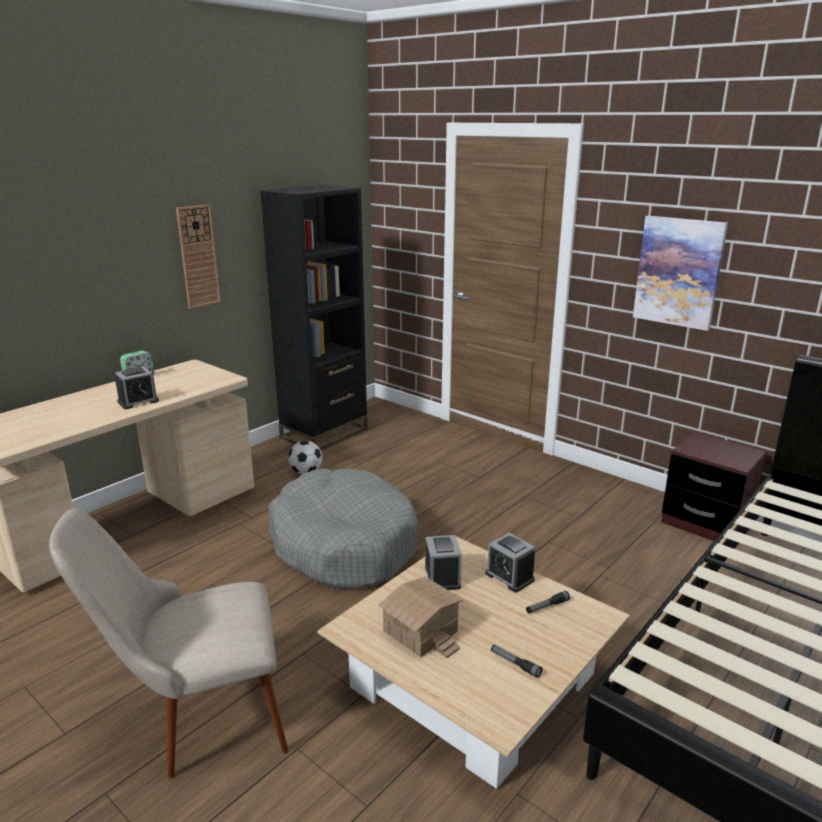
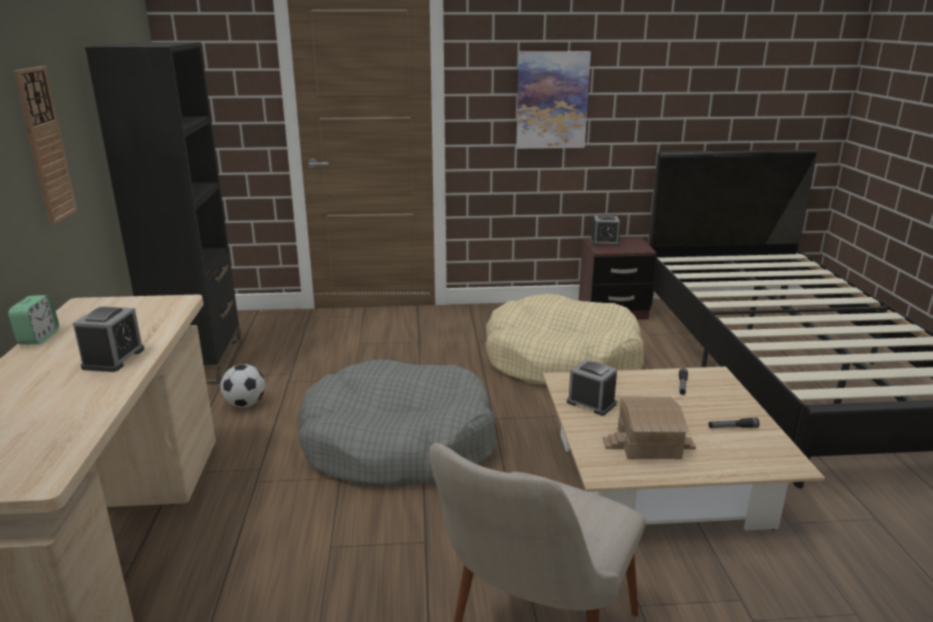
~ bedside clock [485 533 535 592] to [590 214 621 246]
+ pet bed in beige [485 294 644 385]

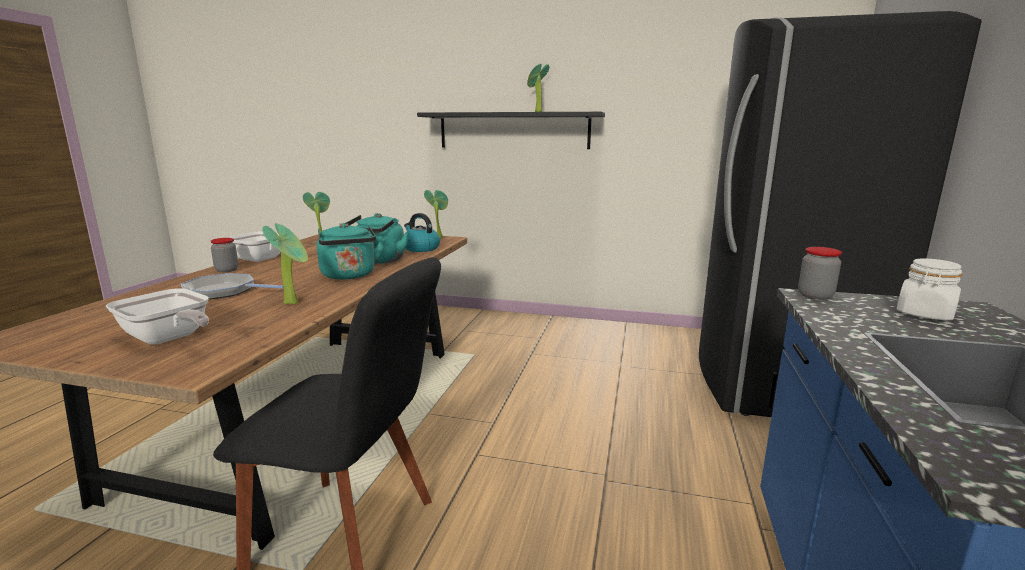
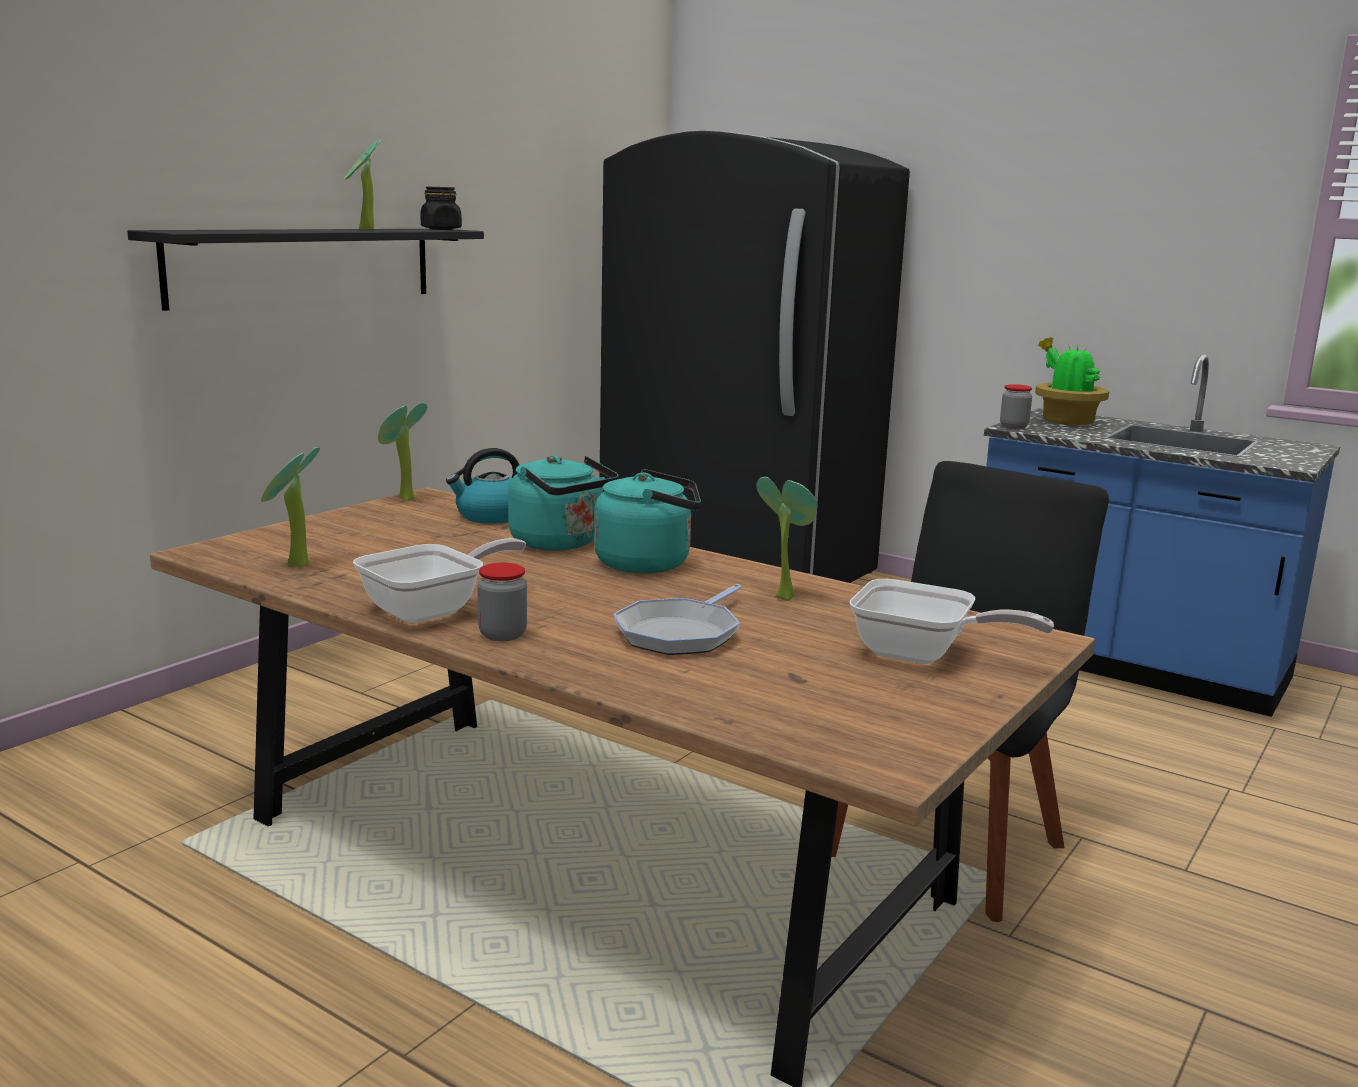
~ pan [106 288 209 345] = [849 579 1054 664] 60 degrees clockwise
~ preserve jar in whitish [897 258 962 320] to potted plant [1035 337 1109 426]
+ preserve jar in black [420 186 462 230]

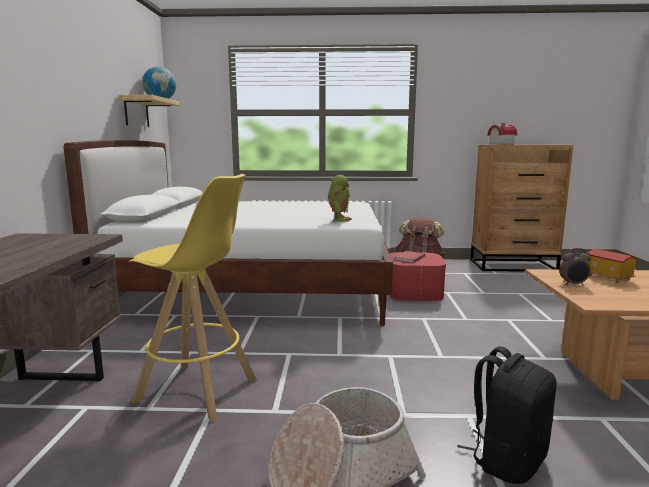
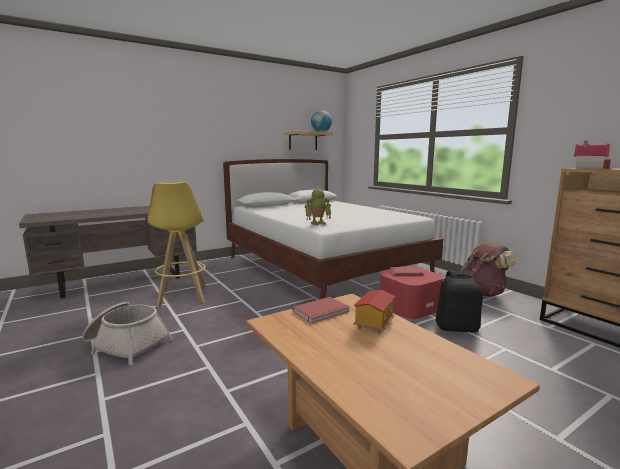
~ knapsack in black [457 346 557 484] to [436 271 483 333]
~ bedside clock [559 248 591 285] to bound book in reddish [292 297 350 324]

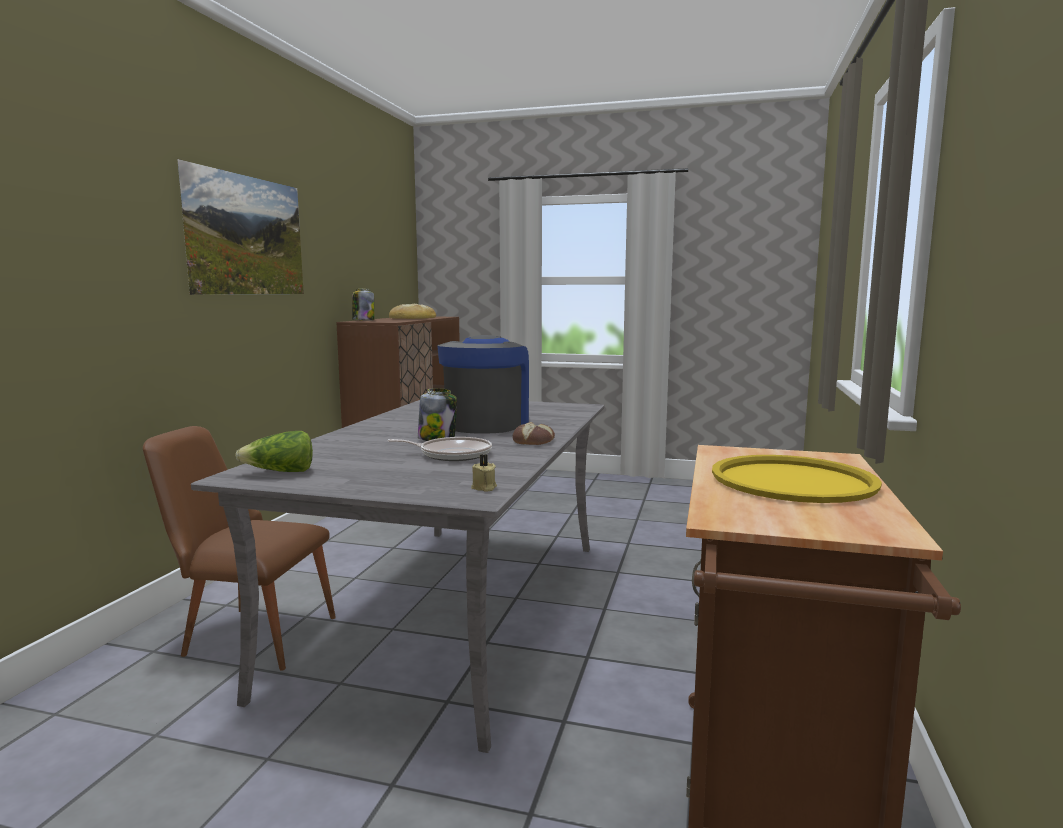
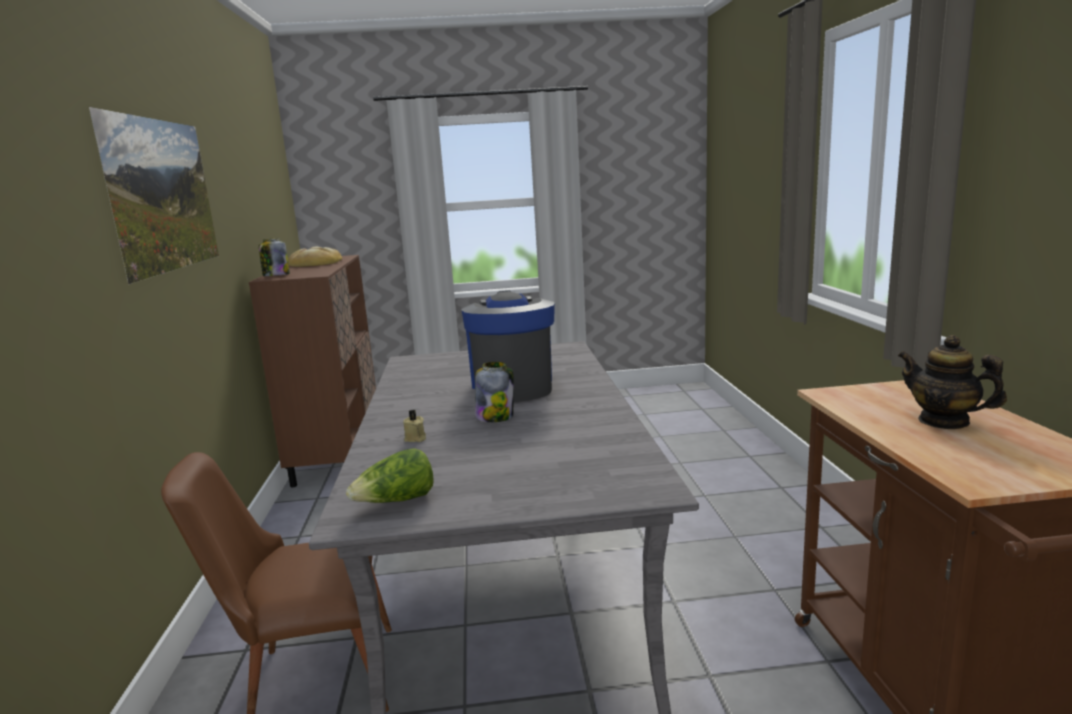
- pan [388 437 492 461]
~ wax candle in beige [471 454 497 492] to [403 410 426 442]
- bakery bread [512 422 555 445]
~ serving tray in yellow-coloured [712 455 882 503] to teapot [898 335 1007 429]

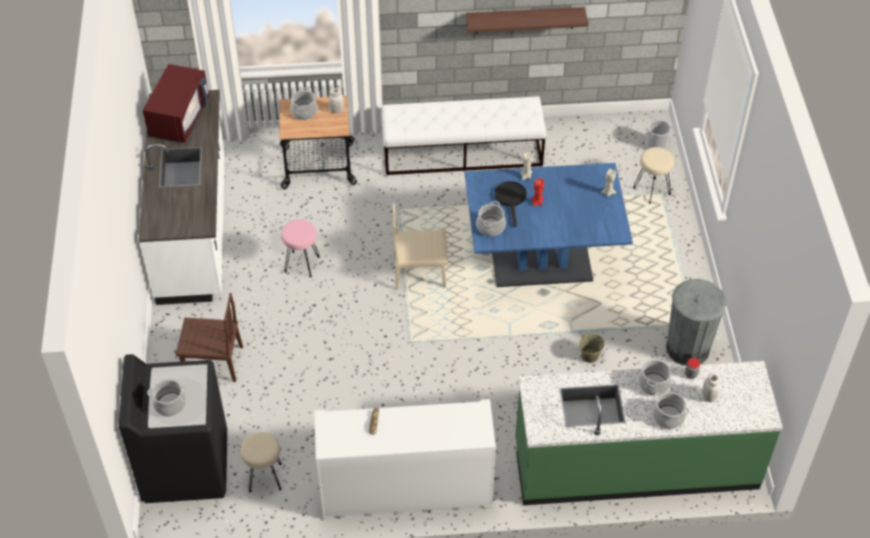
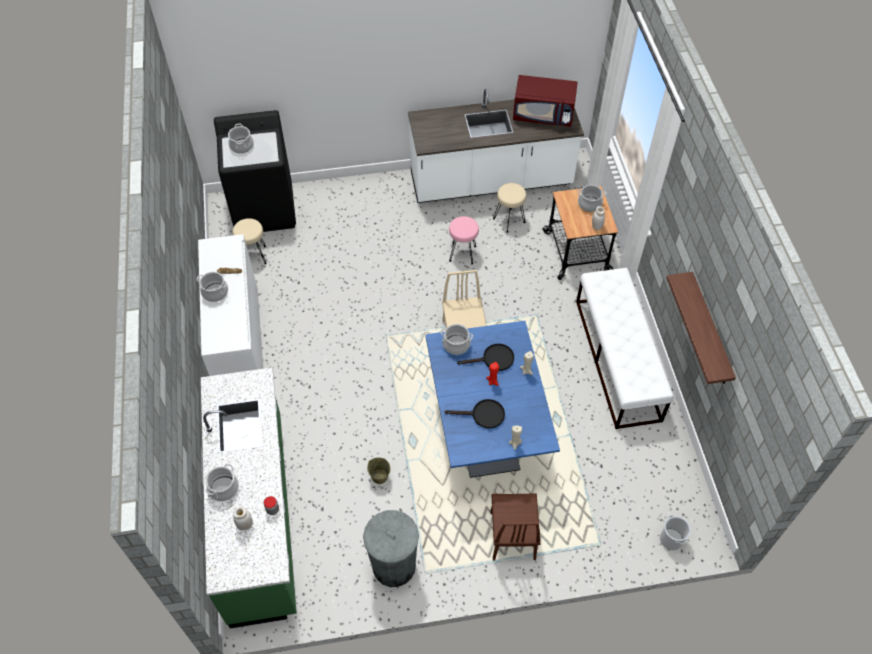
~ plain chair in brownish [176 294 243 382] to [491 493 540 560]
~ sitting stool in beige [633 147 674 204] to [493 183 526 233]
~ saucepot [638 356 671 396] to [197 272 228 302]
+ pan in black [445 399 505 429]

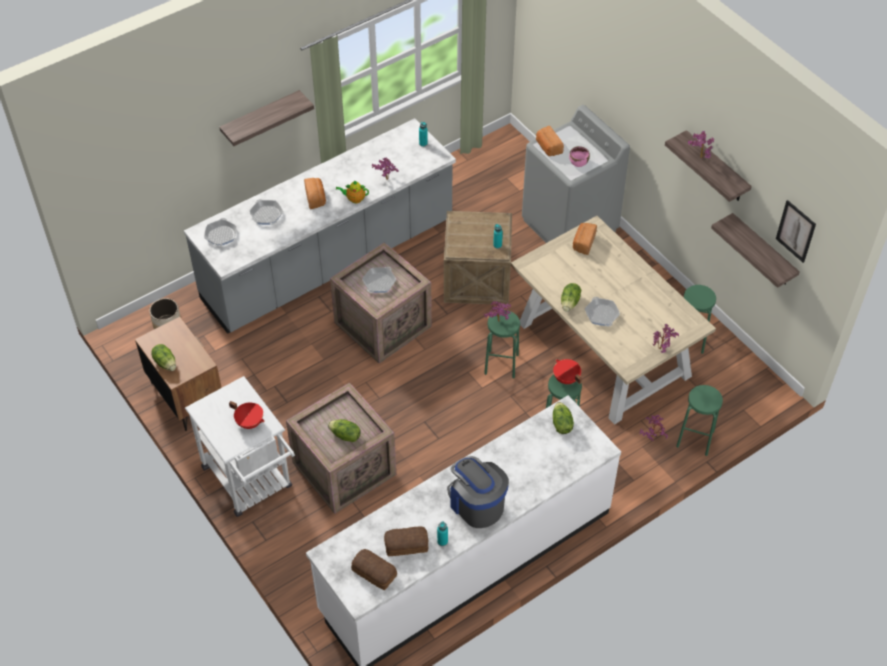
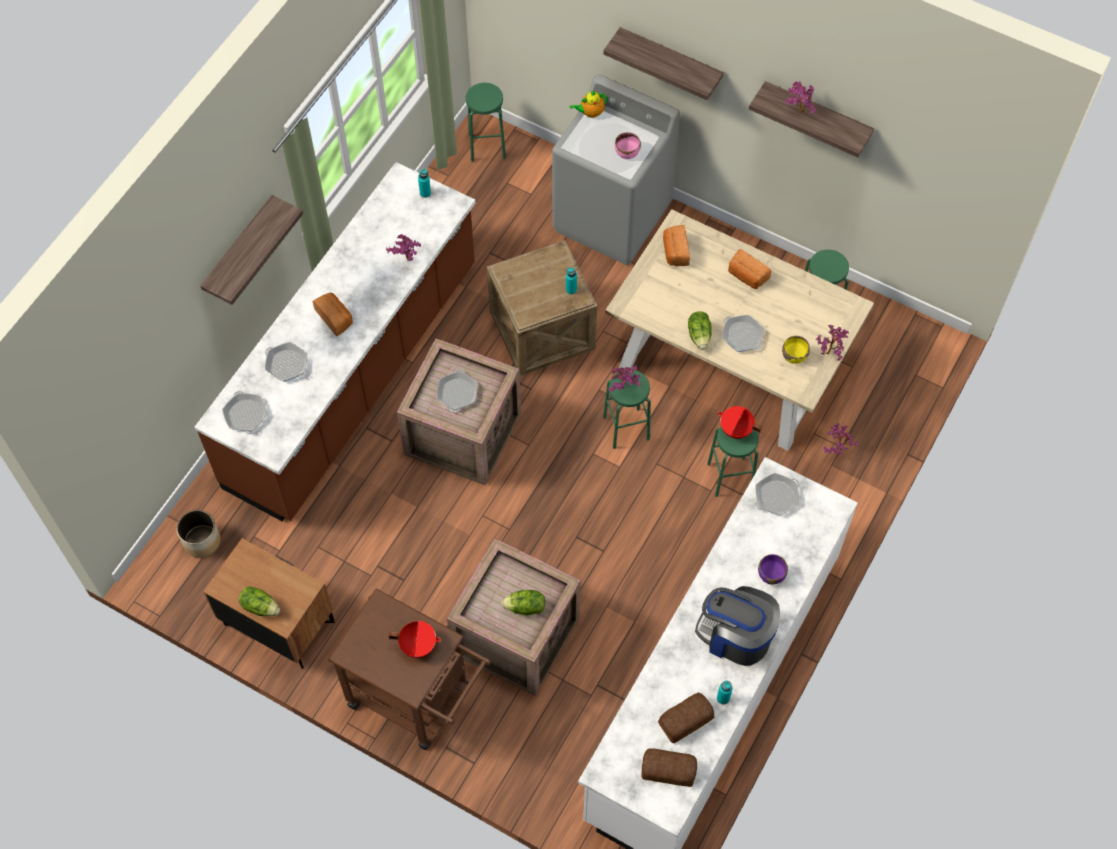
~ kitchen counter in gray [184 118 456 334] to kitchen counter in brownish [195 162 476 521]
~ wheeled cart in whitish [185 376 295 517] to wheeled cart in brownish [328 588 491 750]
~ teapot [336 181 369 203] to [570 91 608 118]
~ bakery bread [536 126 564 156] to [728 249 771 289]
~ lettuce [553 402 574 434] to pan [755 473 800 515]
~ sitting stool in green-coloured [676 385 723 456] to [466 83 506 162]
~ wall shelf [711 213 800 288] to [603 27 724 100]
- picture [776 200 816 263]
+ deep dish in purplish [758 554 788 585]
+ deep dish in yellow-coloured [782 336 810 364]

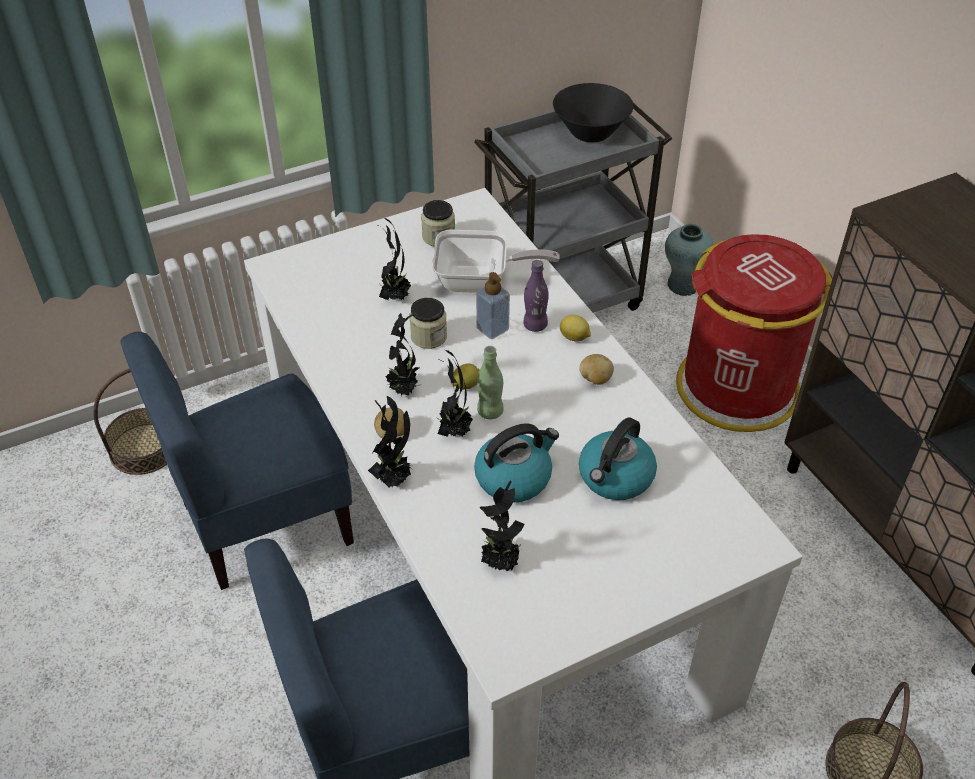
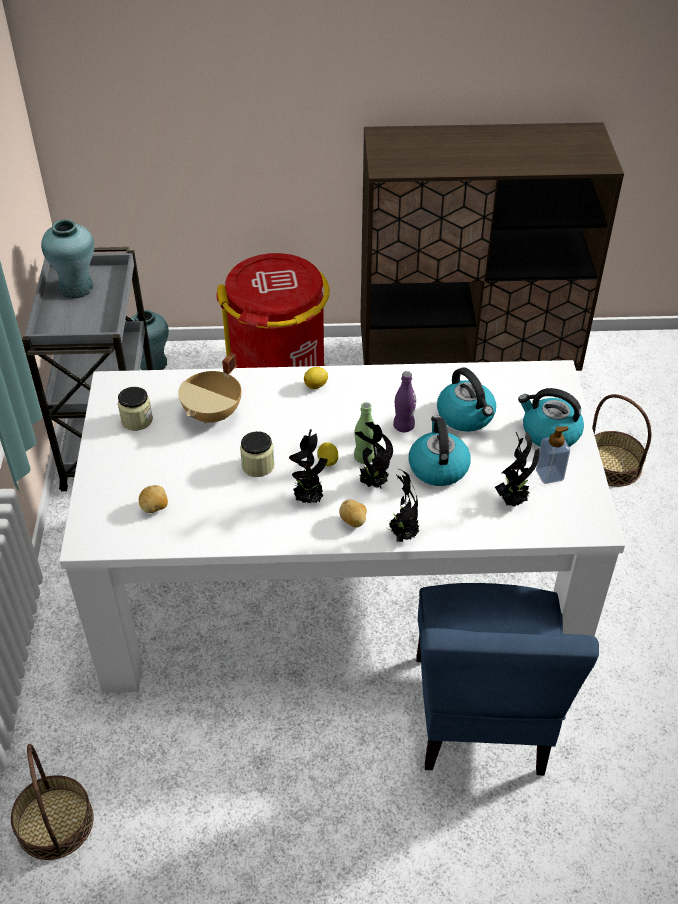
- plain chair in blue-coloured [120 332 354 590]
- potted plant [379 218 411 300]
~ pan [432 229 560 293] to saucepot in beige [178 352 242 424]
~ soap dispenser [476 272 510 339] to [536 426 570 484]
~ bottle in purplish [523 260 549 332] to [393 371 416 432]
~ deep dish in black [553 83 634 142] to decorative vase in turquoise [41 219 94 299]
~ whole potato [579 354 614 385] to [139 485 168 513]
+ tea kettle [518 388 584 447]

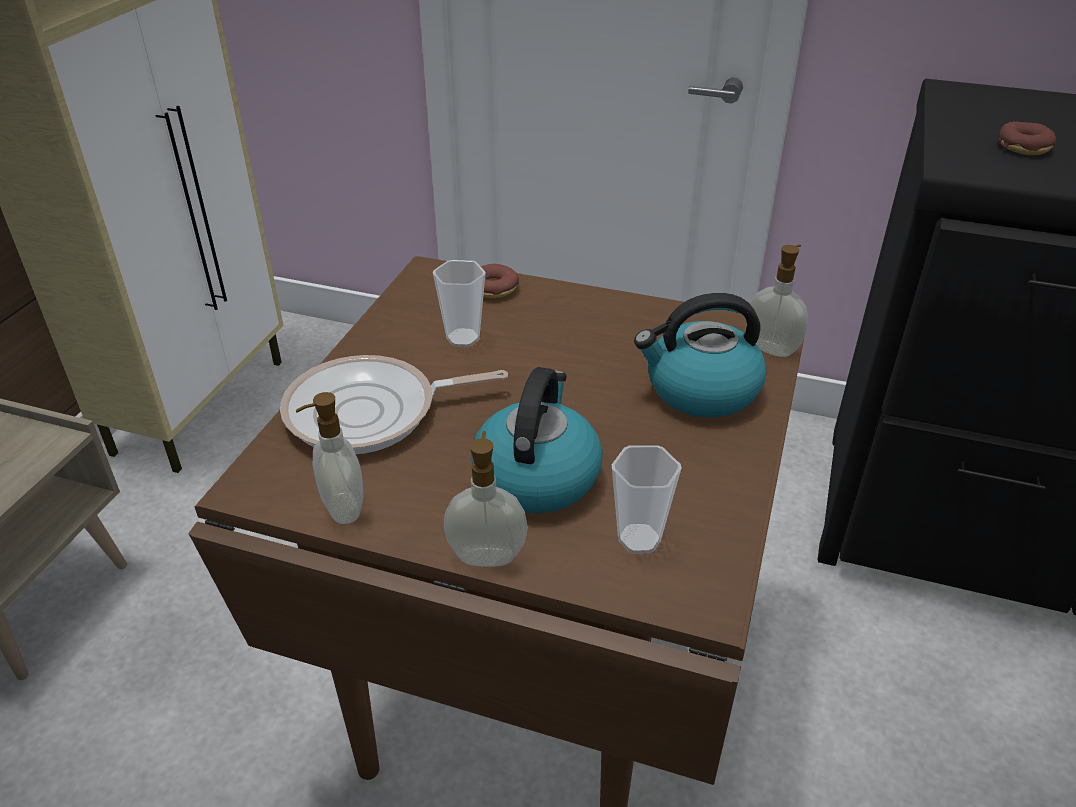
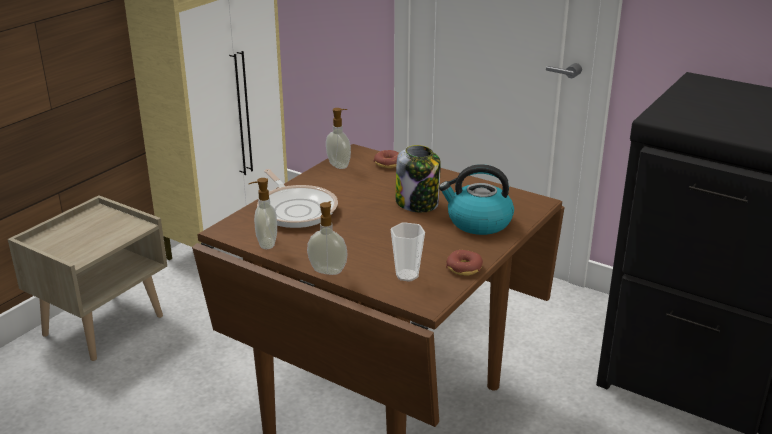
~ pan [280 355 508 454] = [257 169 338 228] 120 degrees counterclockwise
- cup [433 260 486 347]
- tea kettle [471 367 603 513]
~ soap dispenser [750 245 808 357] to [326 108 351 169]
~ ring doughnut [998 122 1056 155] to [446 250 483 276]
+ preserve jar [395 145 441 213]

